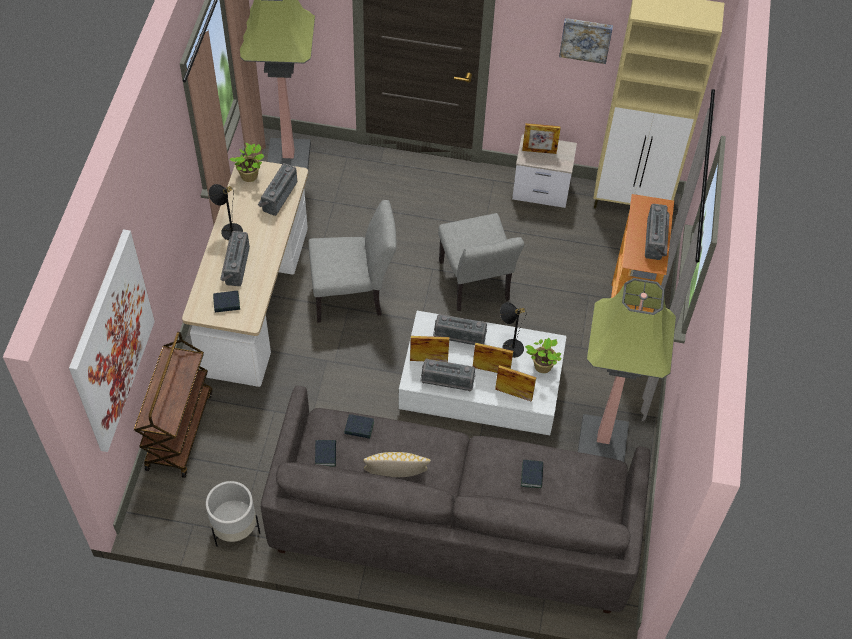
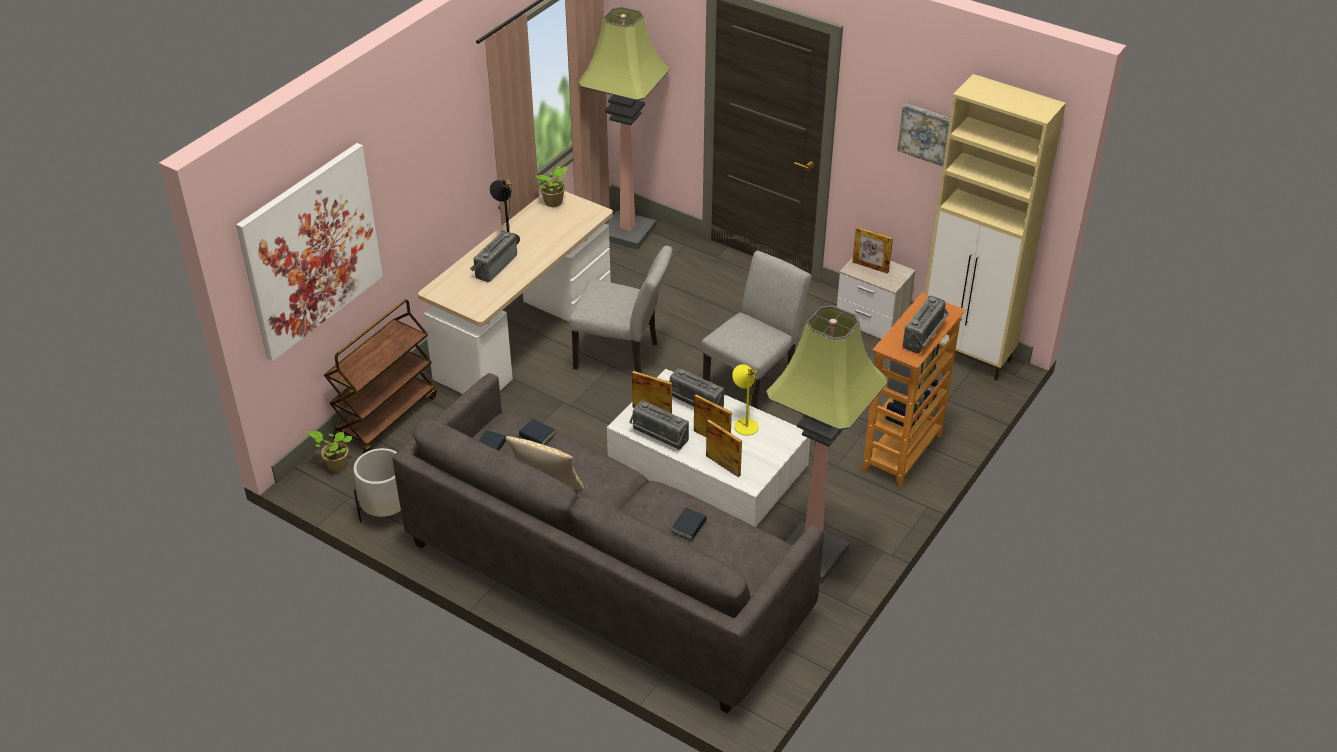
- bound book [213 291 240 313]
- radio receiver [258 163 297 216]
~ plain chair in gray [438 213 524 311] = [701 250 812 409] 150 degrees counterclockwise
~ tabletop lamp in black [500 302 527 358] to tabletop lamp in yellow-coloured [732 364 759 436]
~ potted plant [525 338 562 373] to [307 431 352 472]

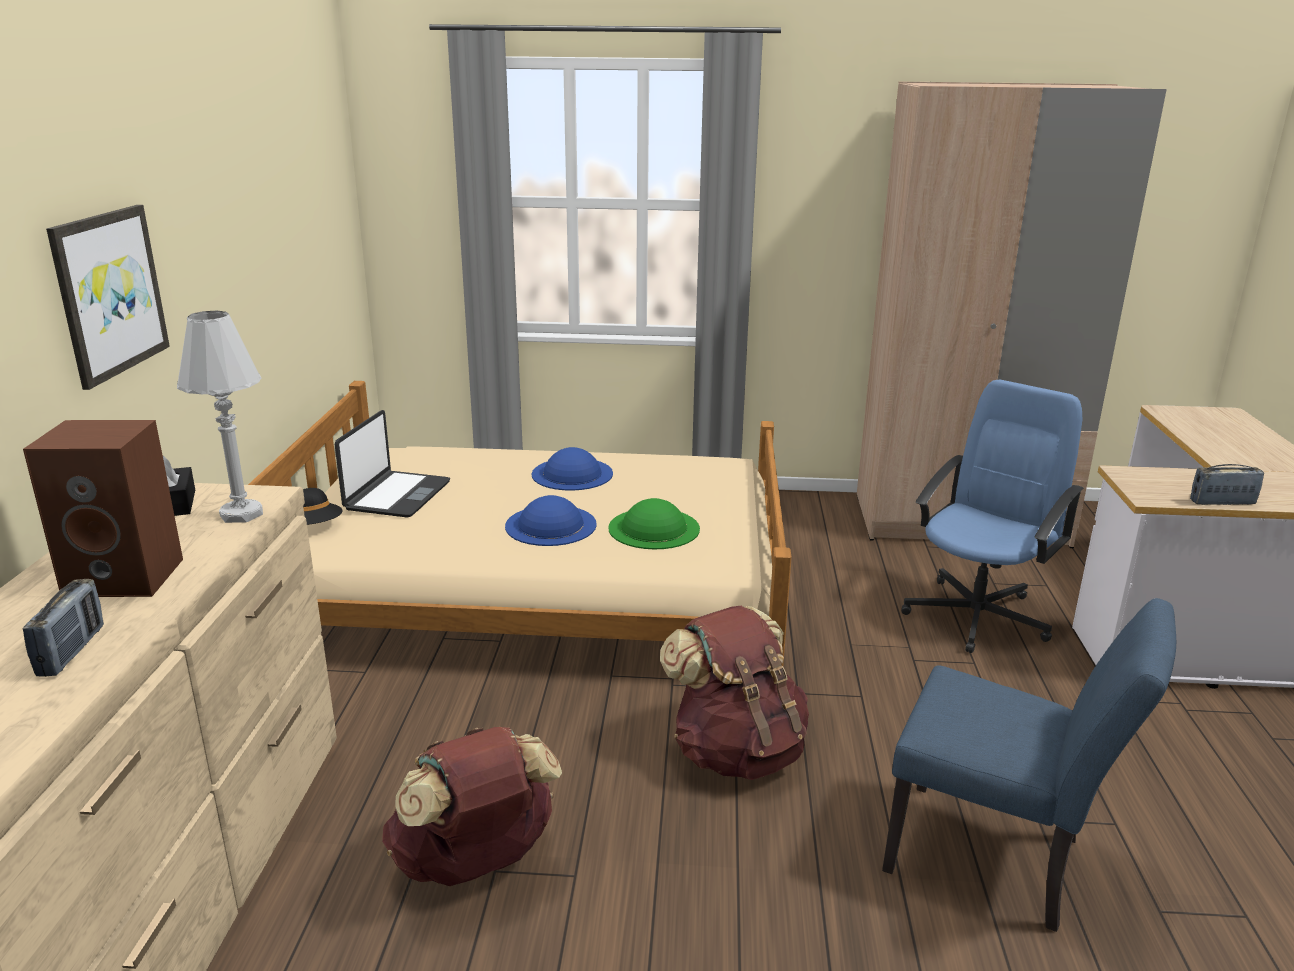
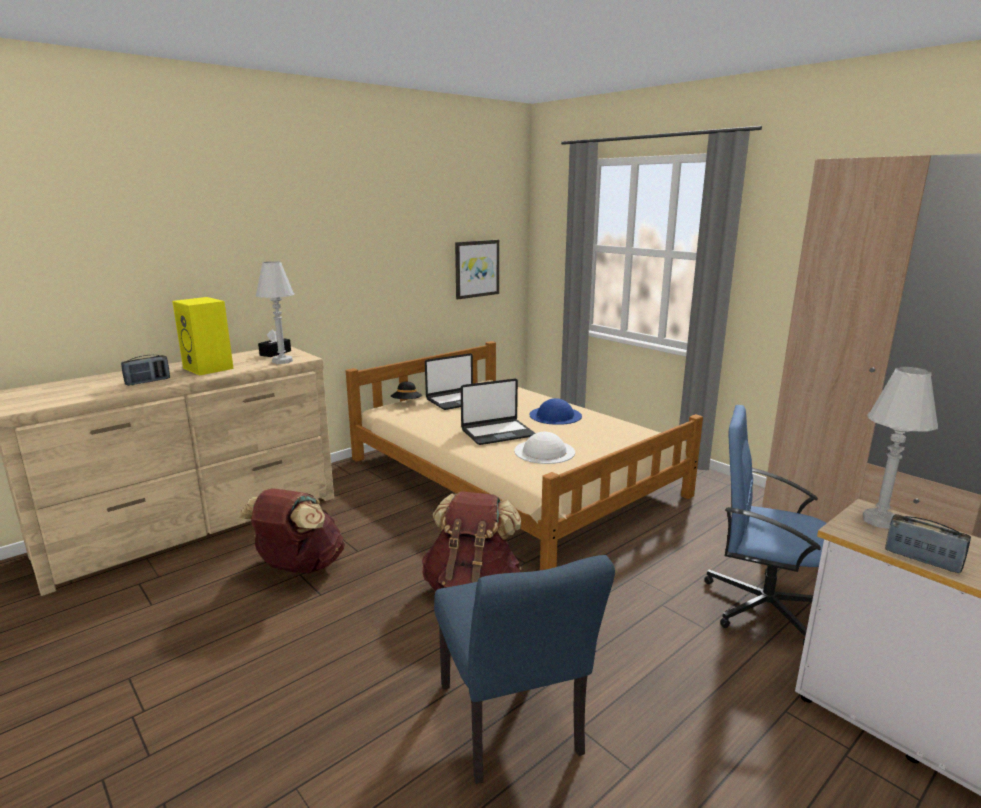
~ loudspeaker in brownish [23 420 183 597] to loudspeaker in yellow-coloured [172 297 234 376]
~ picture [46 205 170 390] to [455 240 499 299]
~ wearable hat in blue-coloured [505 495 597 546] to portable computer [461 379 535 445]
~ wearable hat in green-coloured [608 498 700 549] to wearable hat in whitish [514 432 575 464]
~ office chair in blue-coloured [901 380 1084 653] = [704 405 827 646] 150 degrees counterclockwise
+ tabletop lamp in whitish [863 367 938 529]

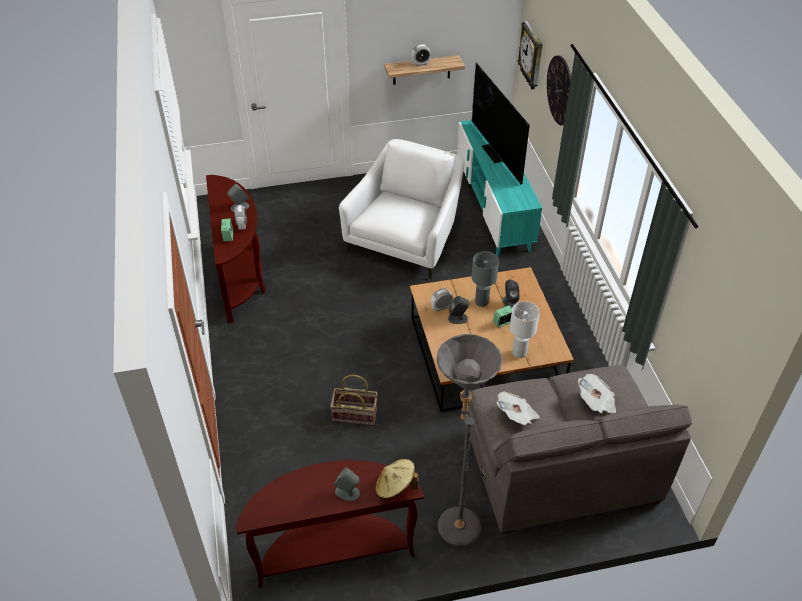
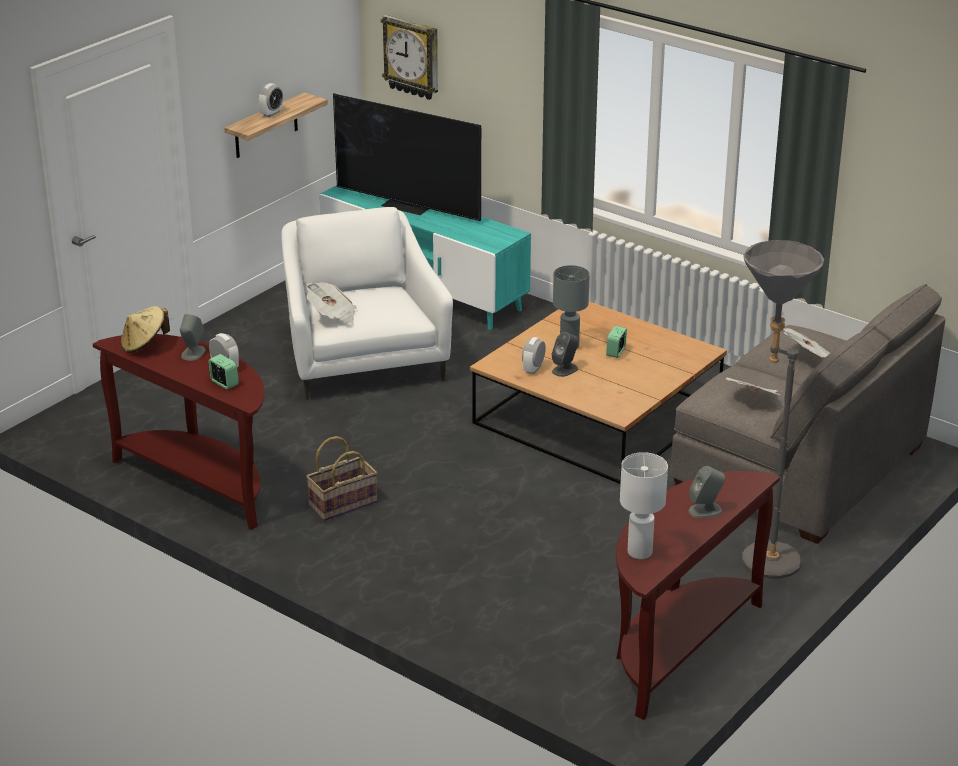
~ basket [330 374 377 426] to [306 436 377 521]
~ wearable hat in beige [375 459 418 499] to [121 306 170 353]
- loudspeaker in gray [503 279 520 308]
~ tabletop lamp in whitish [510 301 540 358] to [620 452 668 559]
- wall clock [547 55 571 125]
+ daily paper [306 282 357 323]

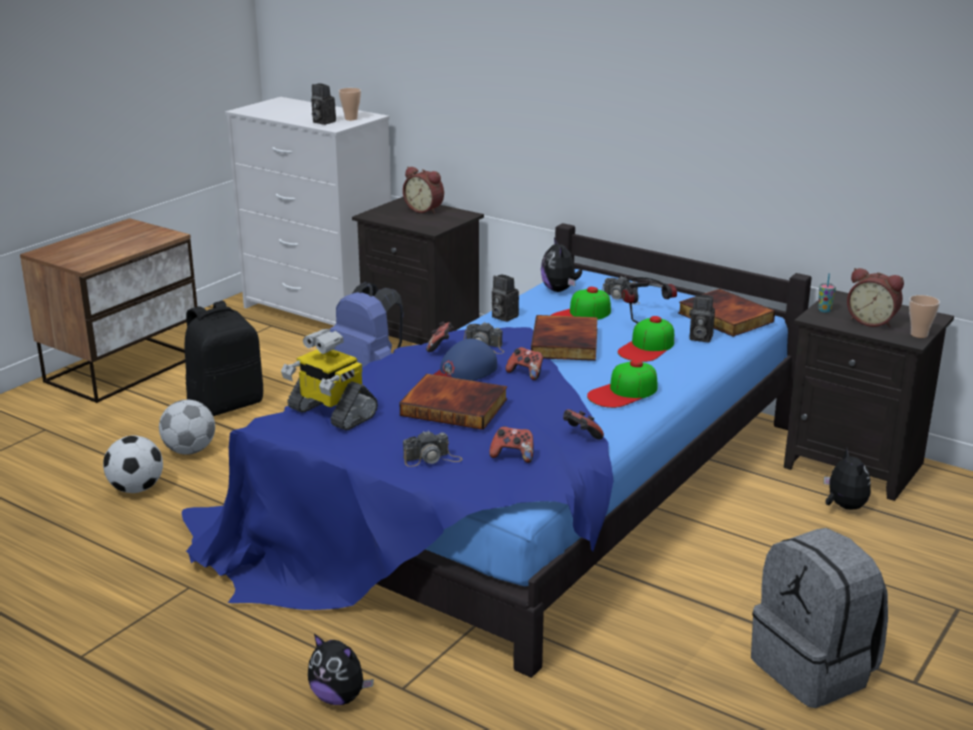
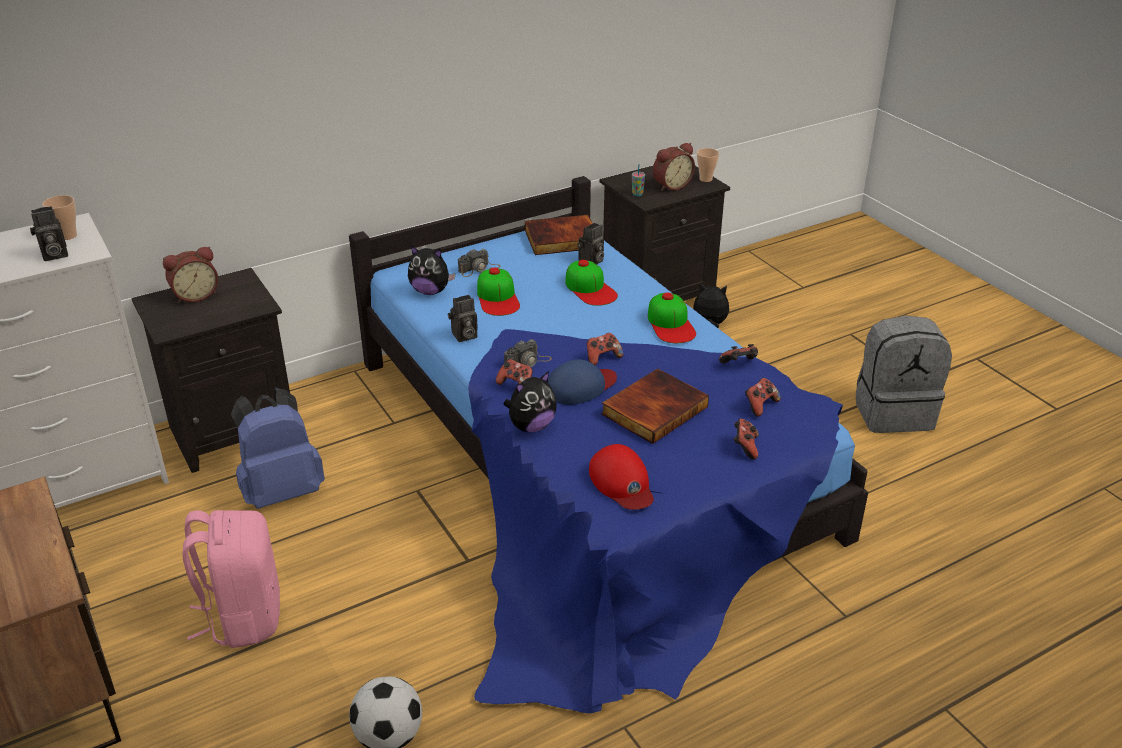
- football ball [159 399 215 455]
~ knapsack in black [185 301 263 416] to knapsack in pinkish [183 510 280 648]
~ toy robot [281 329 378 431] to peaked cap in reddish [589 444 654 510]
~ plush toy [308 634 374 705] to [504 371 557 432]
~ photo camera [403 430 463 467] to gamepad [734 419 759 460]
~ peaked cap in blue-coloured [433 339 497 381] = [548 359 617 405] 105 degrees counterclockwise
- bound book [531 315 597 361]
- headset [620 277 677 323]

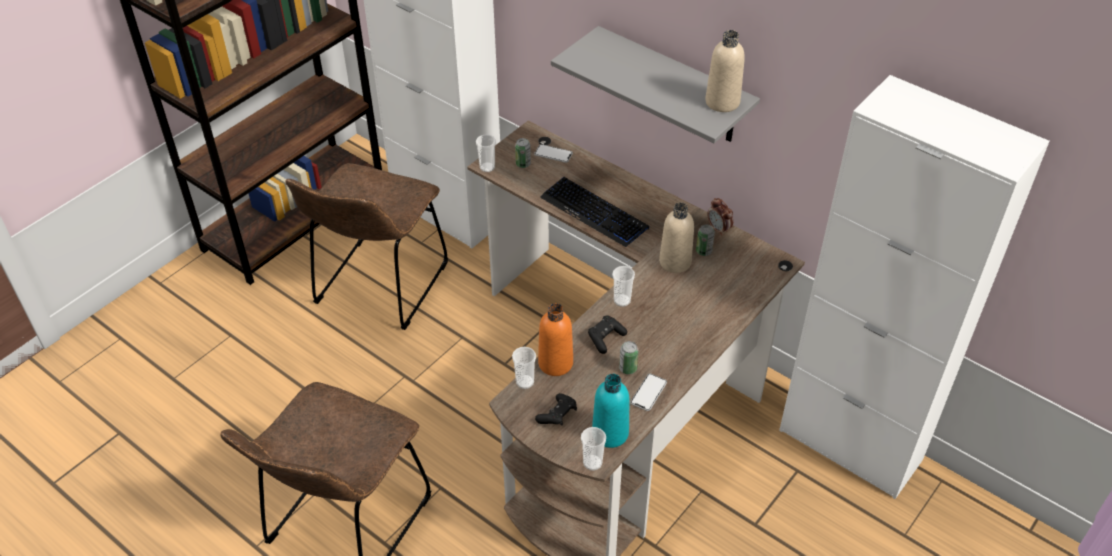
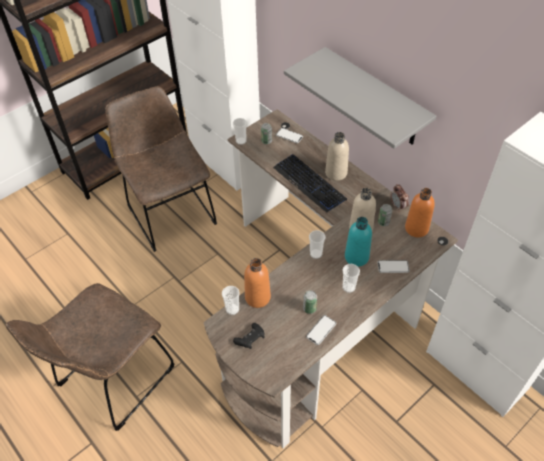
~ plain chair in brownish [286 163 448 330] = [105 86 217 252] 120 degrees clockwise
~ cup [581 427 606 471] to [342 264 360 293]
- gamepad in black [588 315 627 354]
~ bottle in turquoise [592 374 629 448] to [345 217 372 267]
~ bottle in beige [705 30 745 112] to [325 132 349 181]
+ handset [377 260 409 273]
+ bottle in orange-coloured [405 188 435 237]

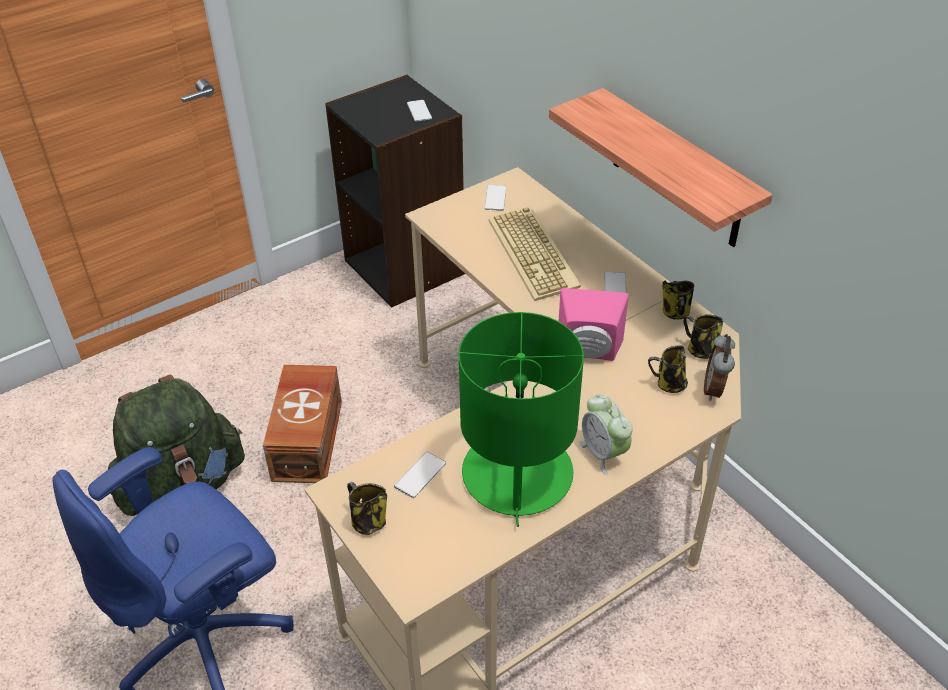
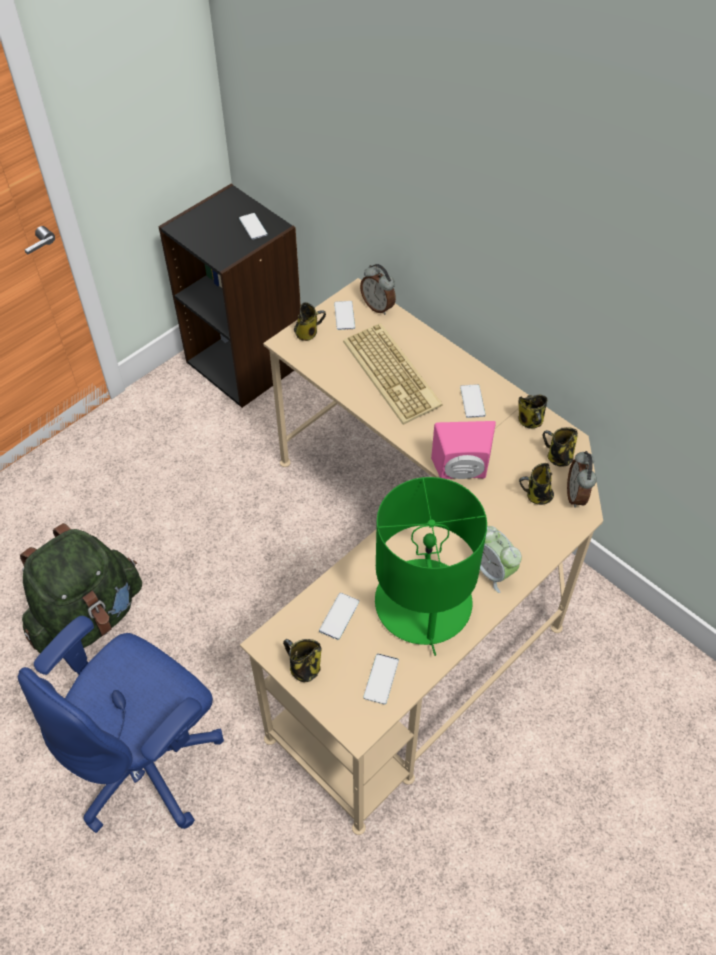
- storage container in brownish [263 365 342 483]
- wall shelf [549 88 773 247]
+ tea mug [294 302 326 341]
+ bedside clock [360 264 396 315]
+ handset [363 654 399 705]

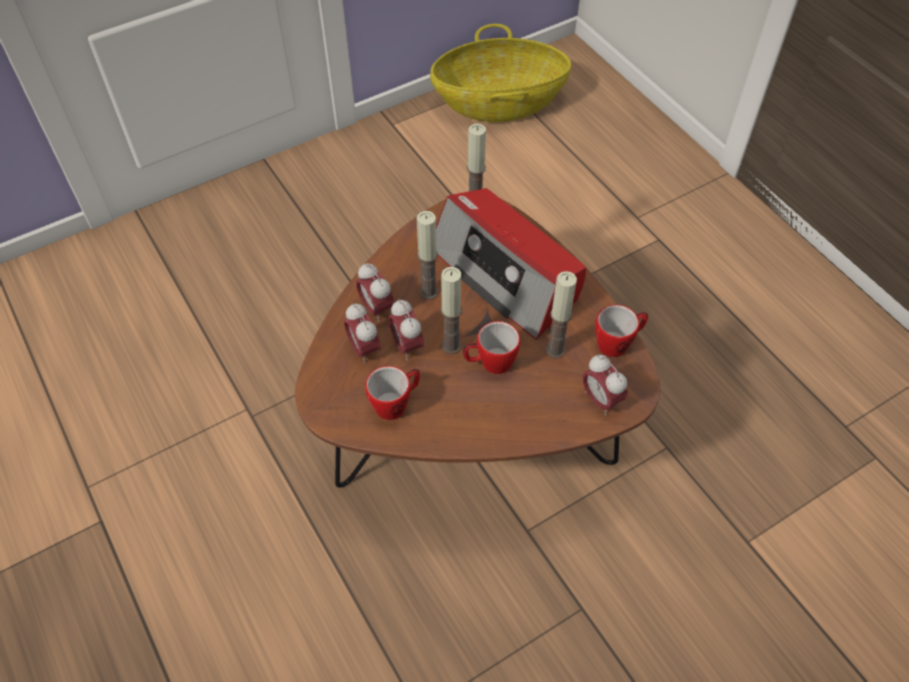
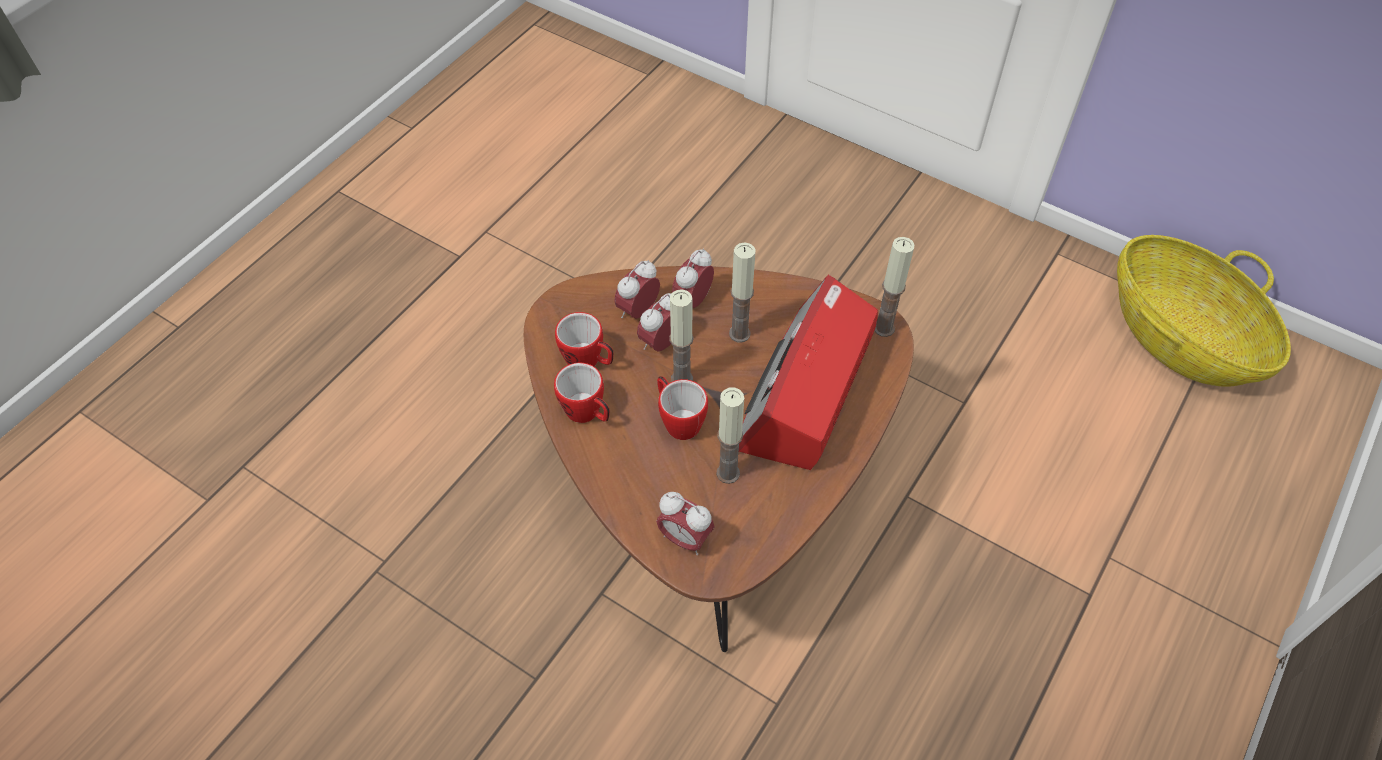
~ bedside clock [583 355 627 415] = [656 492 715 555] 90 degrees counterclockwise
~ tea mug [595 305 648 357] to [554 363 610 423]

